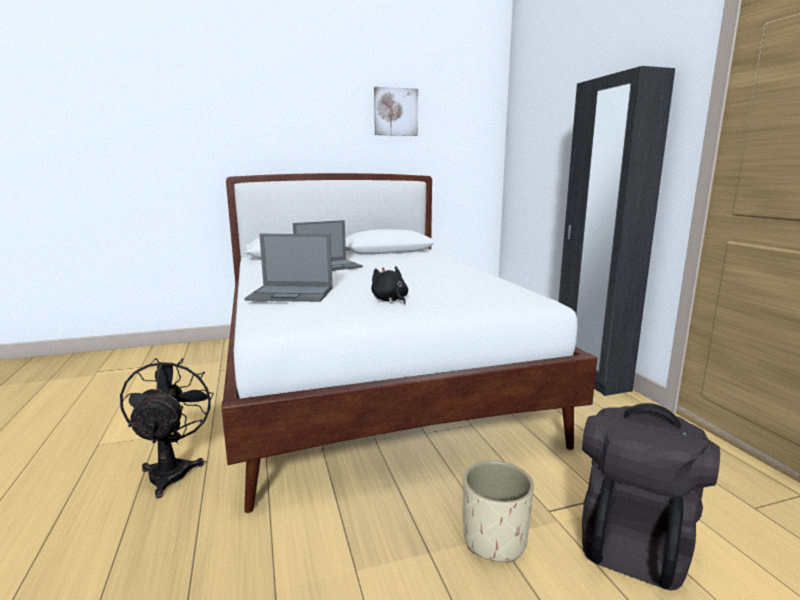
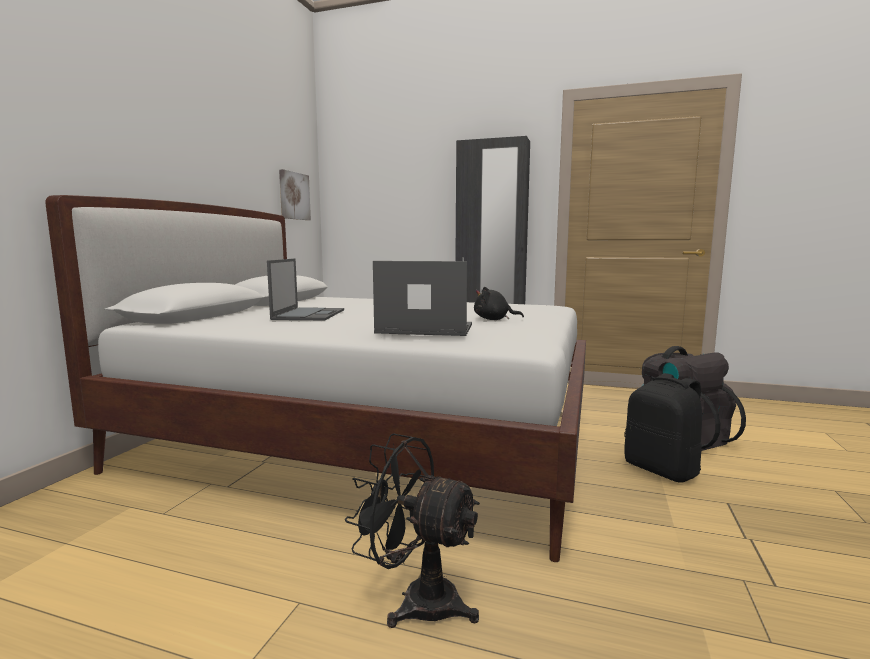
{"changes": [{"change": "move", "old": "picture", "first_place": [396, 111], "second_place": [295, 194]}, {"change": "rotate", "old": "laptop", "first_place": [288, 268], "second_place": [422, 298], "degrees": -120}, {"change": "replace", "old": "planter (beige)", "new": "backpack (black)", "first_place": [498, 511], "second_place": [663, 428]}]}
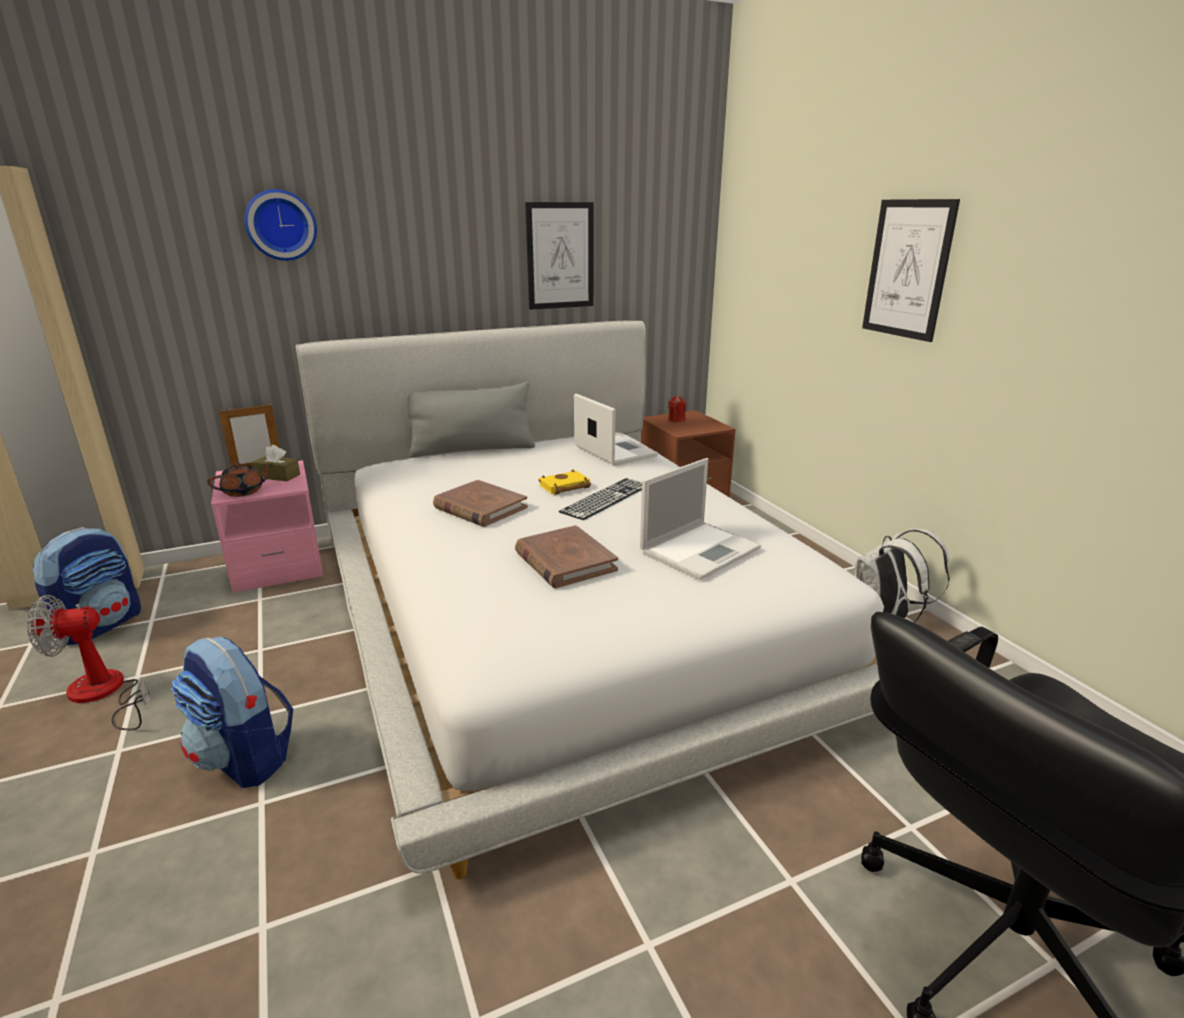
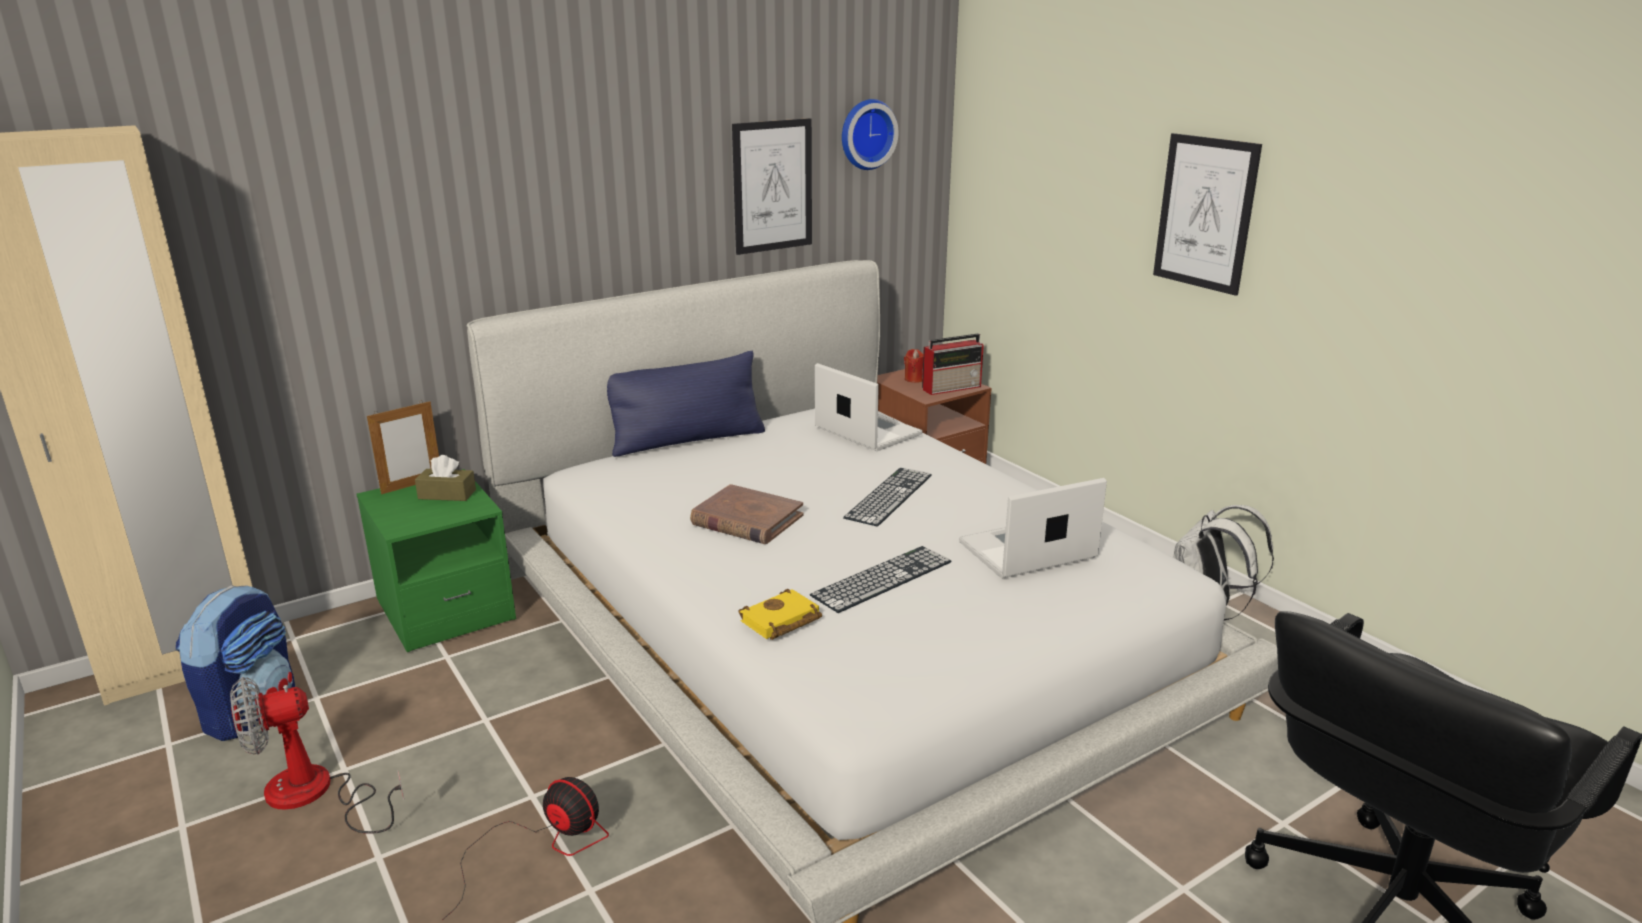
{"changes": [{"change": "move", "old": "wall clock", "first_place": [280, 225], "second_place": [870, 134]}, {"change": "recolor", "old": "pillow (grey)", "new": "pillow (blue)", "first_place": [471, 420], "second_place": [686, 404]}, {"change": "rotate", "old": "laptop", "first_place": [700, 519], "second_place": [1033, 528], "degrees": -150}, {"change": "recolor", "old": "nightstand (pink)", "new": "nightstand (green)", "first_place": [267, 526], "second_place": [436, 560]}, {"change": "delete", "old": "teapot (brown)", "first_place": [240, 480]}, {"change": "move", "old": "book (yellow)", "first_place": [565, 482], "second_place": [780, 614]}, {"change": "replace", "old": "book (brown)", "new": "keyboard", "first_place": [566, 556], "second_place": [880, 579]}, {"change": "replace", "old": "backpack", "new": "fan", "first_place": [232, 712], "second_place": [525, 848]}, {"change": "insert", "new": "radio", "second_place": [953, 364]}]}
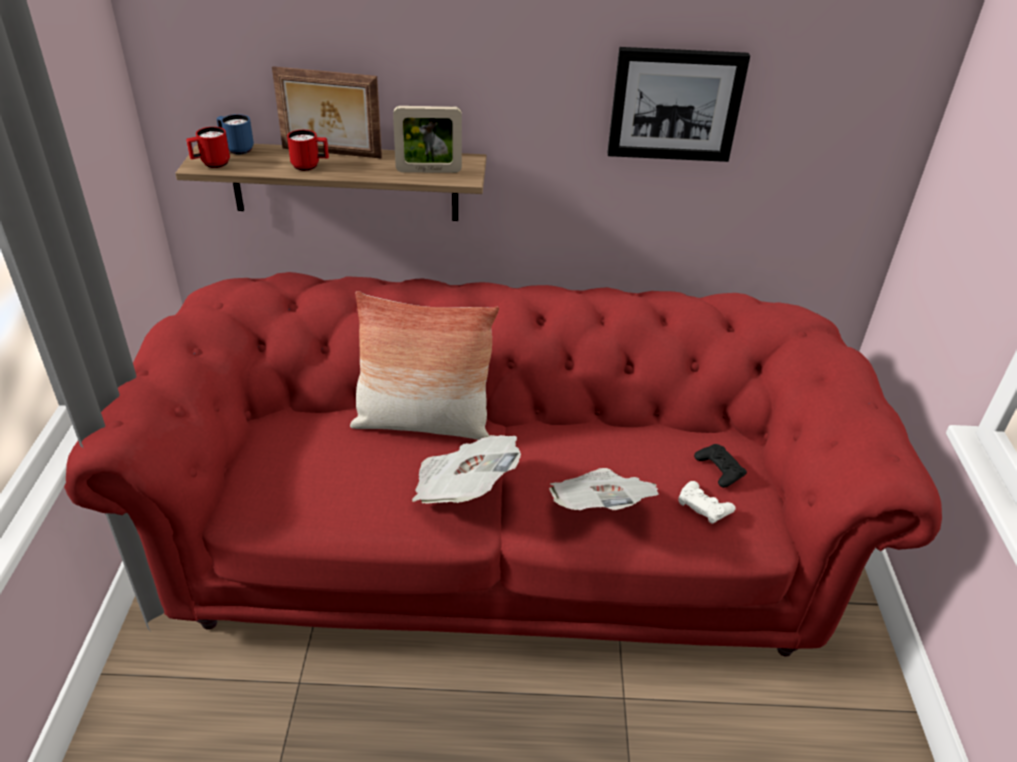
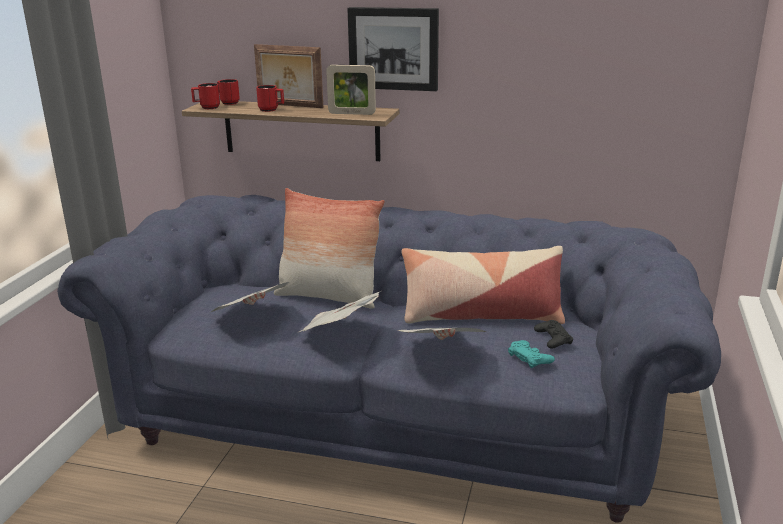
{"changes": [{"change": "move", "old": "picture", "first_place": [678, 104], "second_place": [393, 49]}, {"change": "recolor", "old": "mug (blue)", "new": "mug (red)", "first_place": [235, 134], "second_place": [228, 92]}, {"change": "recolor", "old": "sofa (red)", "new": "sofa (blue)", "first_place": [503, 464], "second_place": [389, 359]}, {"change": "recolor", "old": "game controller (white)", "new": "game controller (turquoise)", "first_place": [707, 502], "second_place": [531, 354]}, {"change": "insert", "new": "pillow", "second_place": [483, 285]}, {"change": "insert", "new": "newspaper", "second_place": [250, 297]}]}
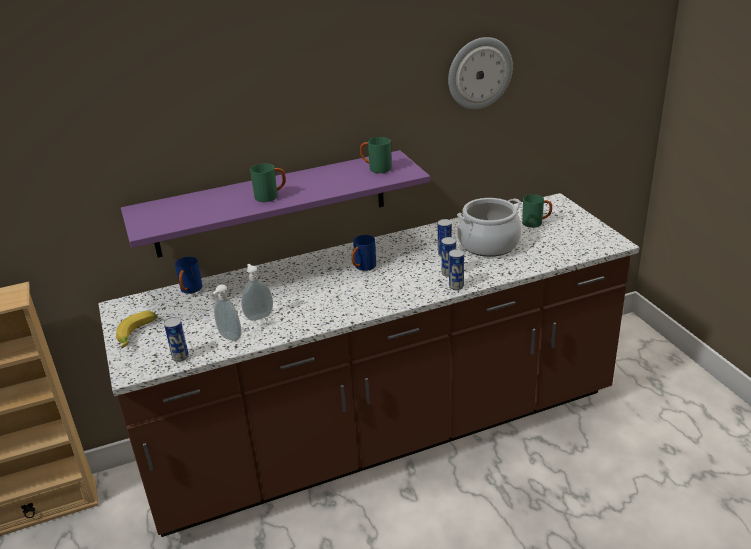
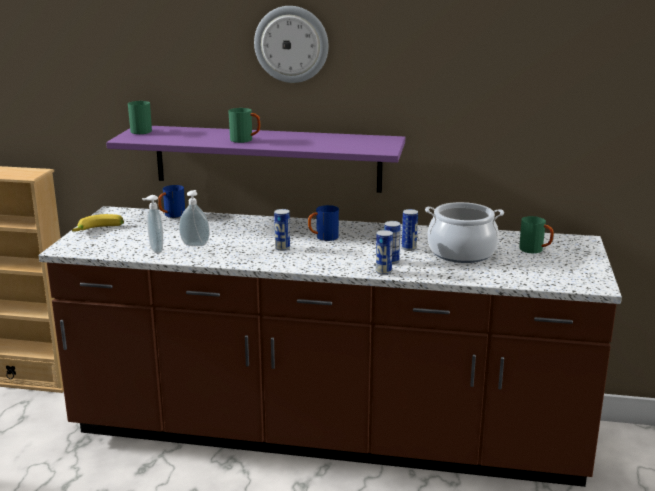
{"changes": [{"change": "move", "old": "wall clock", "first_place": [480, 73], "second_place": [291, 44]}, {"change": "move", "old": "mug (green)", "first_place": [376, 155], "second_place": [140, 117]}, {"change": "move", "old": "can", "first_place": [176, 339], "second_place": [282, 230]}]}
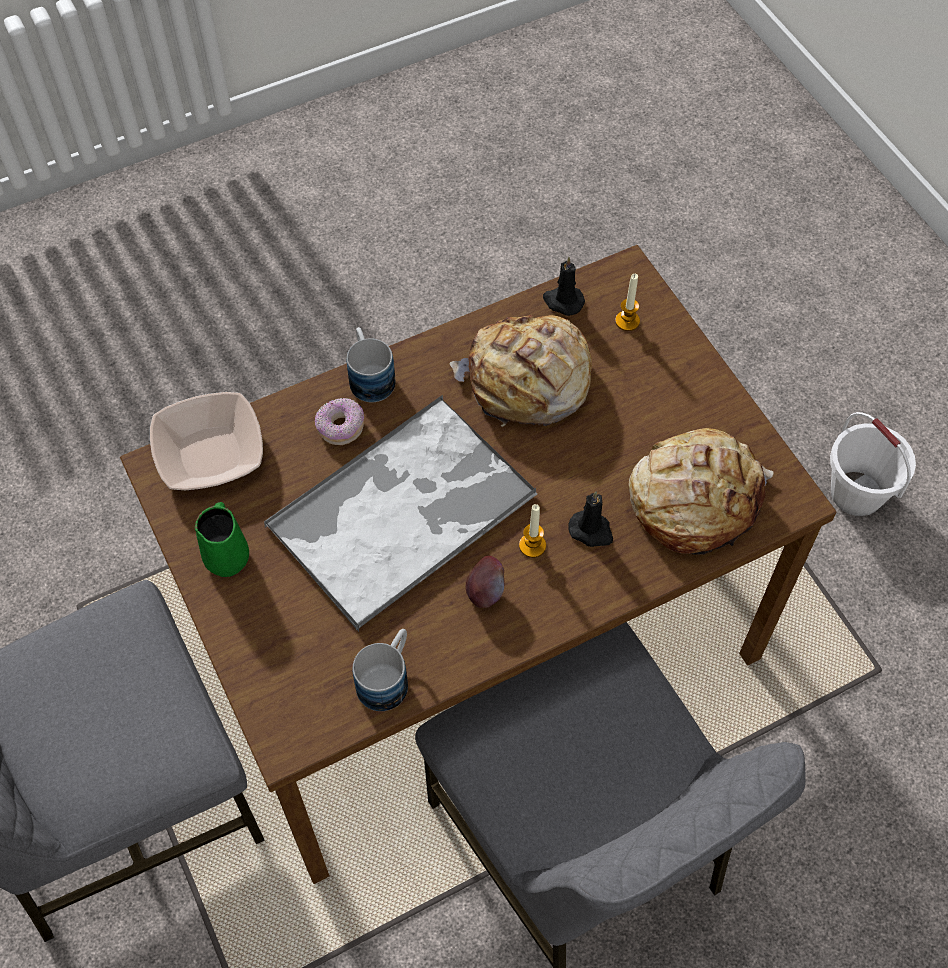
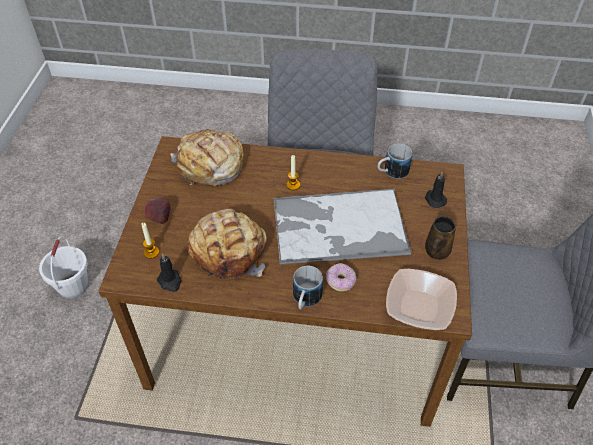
{"changes": [{"change": "move", "old": "candle (black)", "first_place": [590, 519], "second_place": [436, 189]}, {"change": "recolor", "old": "mug (green)", "new": "mug (brown)", "first_place": [222, 539], "second_place": [440, 237]}, {"change": "move", "old": "apple", "first_place": [485, 582], "second_place": [157, 211]}]}
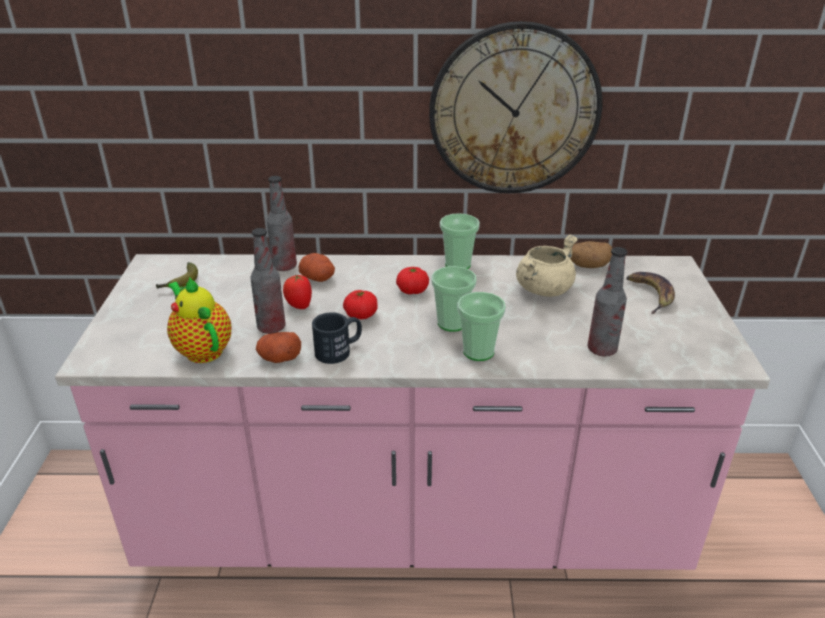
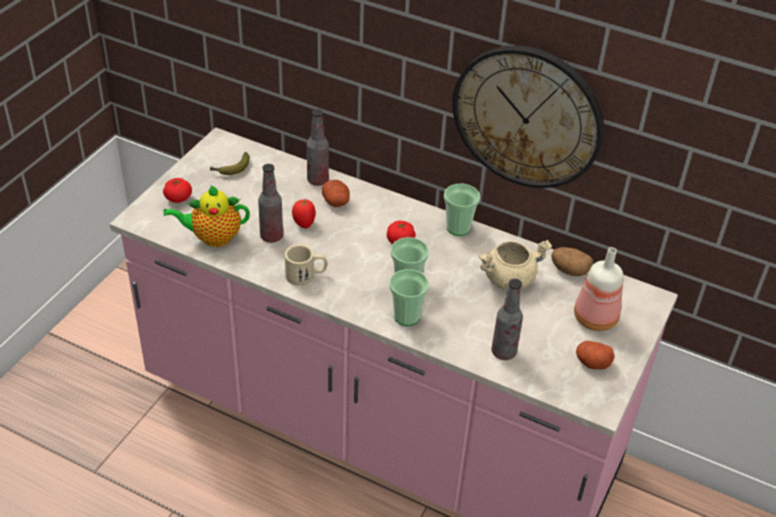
{"changes": [{"change": "replace", "old": "banana", "new": "bottle", "first_place": [650, 293], "second_place": [598, 289]}, {"change": "rotate", "old": "teapot", "first_place": [199, 319], "second_place": [206, 216], "degrees": -90}, {"change": "move", "old": "tomato", "first_place": [360, 304], "second_place": [177, 190]}, {"change": "recolor", "old": "mug (black)", "new": "mug (beige)", "first_place": [337, 338], "second_place": [306, 265]}, {"change": "move", "old": "potato", "first_place": [278, 347], "second_place": [595, 355]}]}
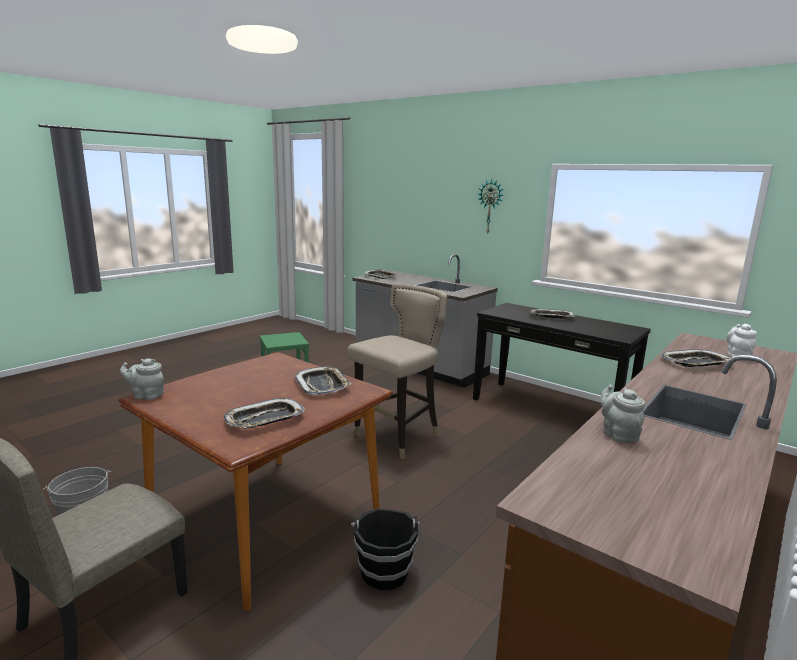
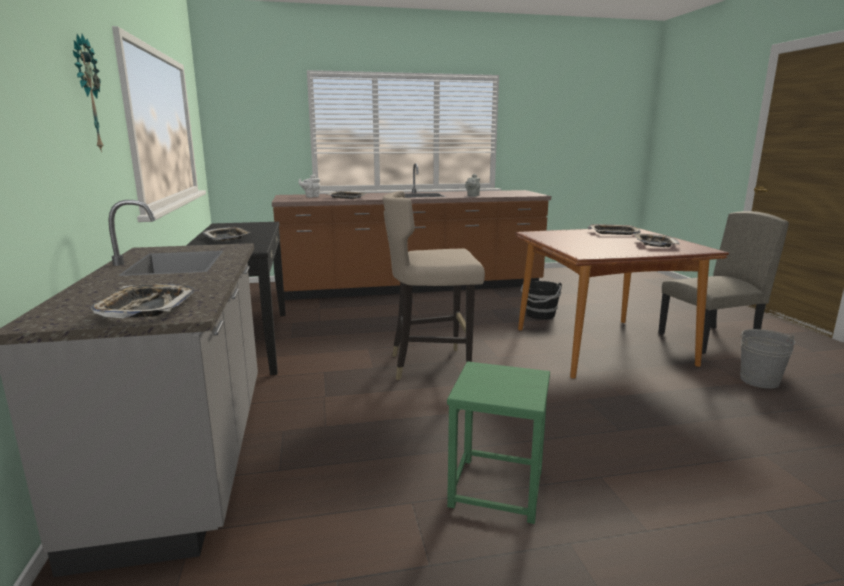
{"changes": [{"change": "delete", "old": "teapot (grey)", "first_place": [142, 379]}, {"change": "move", "old": "tray", "first_place": [323, 380], "second_place": [657, 240]}]}
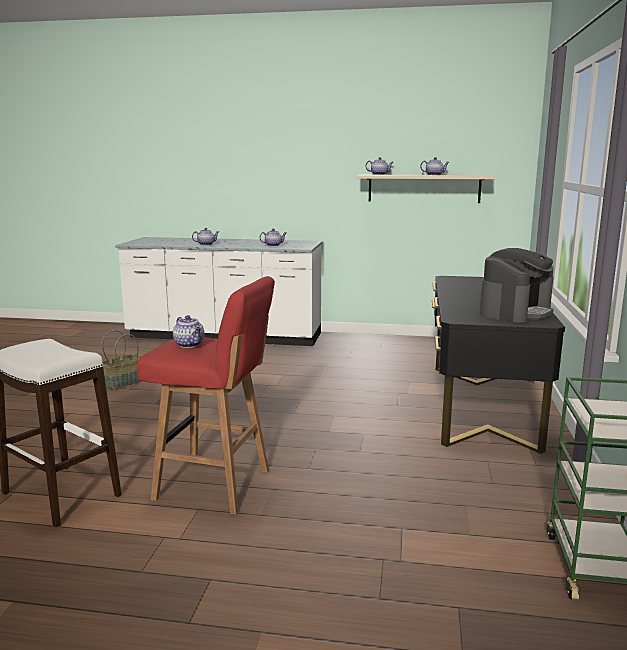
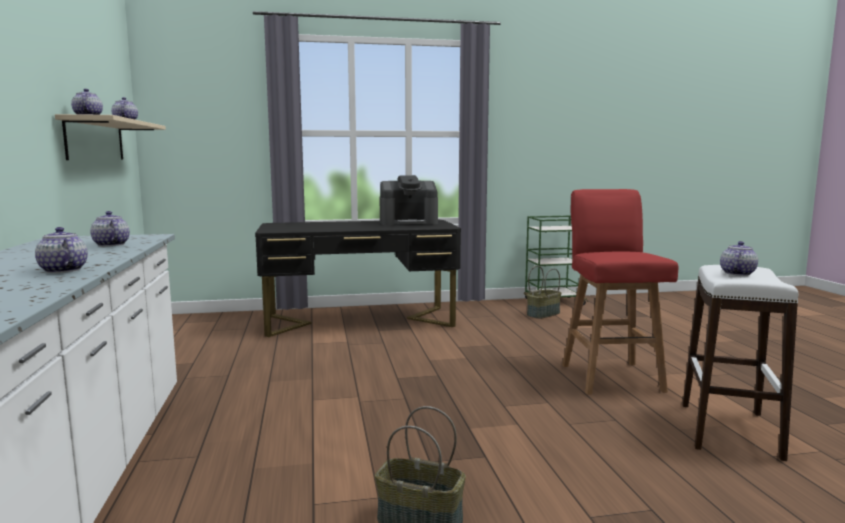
{"changes": [{"change": "rotate", "old": "coffee machine", "first_place": [516, 285], "second_place": [409, 200], "degrees": 150}, {"change": "move", "old": "teapot", "first_place": [189, 331], "second_place": [739, 258]}, {"change": "insert", "new": "basket", "second_place": [544, 292]}]}
